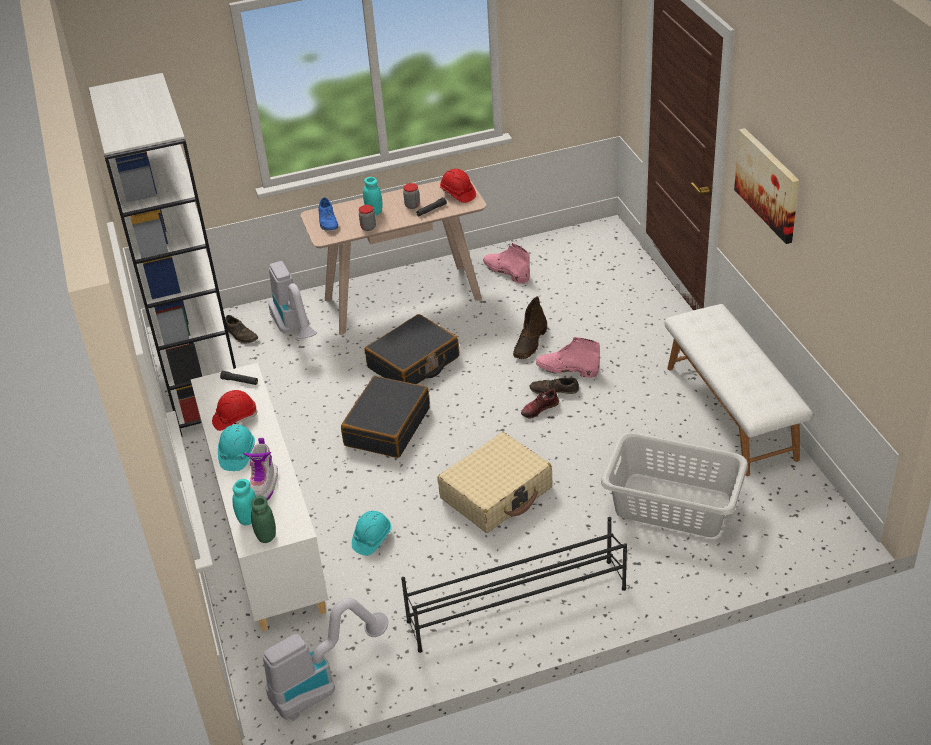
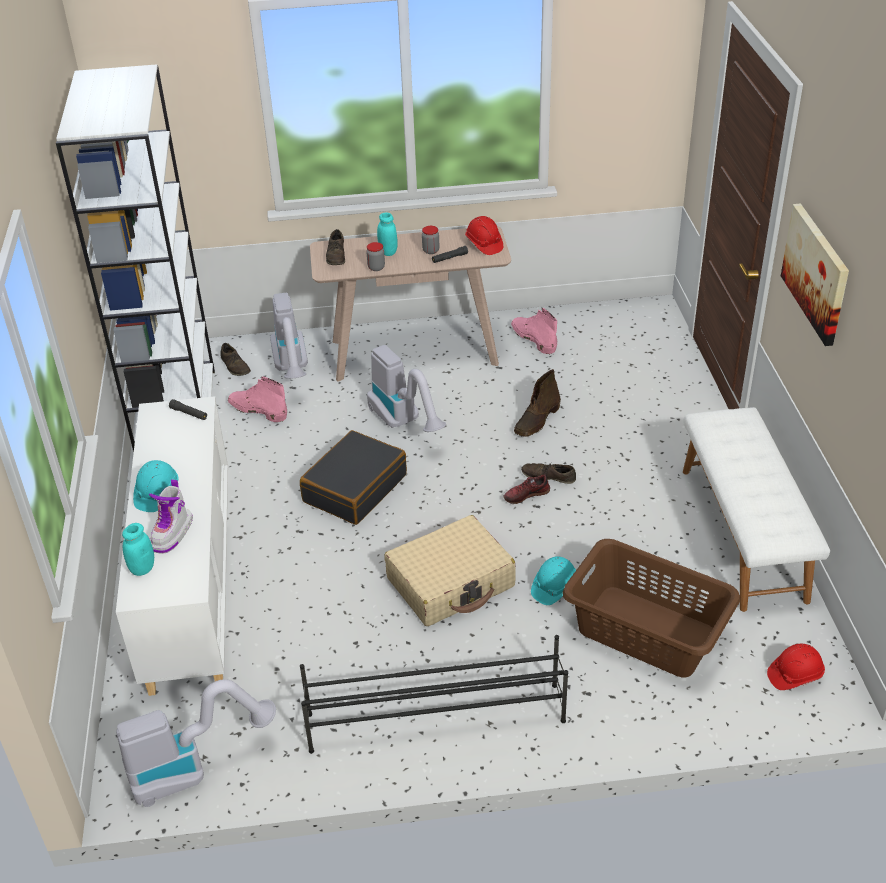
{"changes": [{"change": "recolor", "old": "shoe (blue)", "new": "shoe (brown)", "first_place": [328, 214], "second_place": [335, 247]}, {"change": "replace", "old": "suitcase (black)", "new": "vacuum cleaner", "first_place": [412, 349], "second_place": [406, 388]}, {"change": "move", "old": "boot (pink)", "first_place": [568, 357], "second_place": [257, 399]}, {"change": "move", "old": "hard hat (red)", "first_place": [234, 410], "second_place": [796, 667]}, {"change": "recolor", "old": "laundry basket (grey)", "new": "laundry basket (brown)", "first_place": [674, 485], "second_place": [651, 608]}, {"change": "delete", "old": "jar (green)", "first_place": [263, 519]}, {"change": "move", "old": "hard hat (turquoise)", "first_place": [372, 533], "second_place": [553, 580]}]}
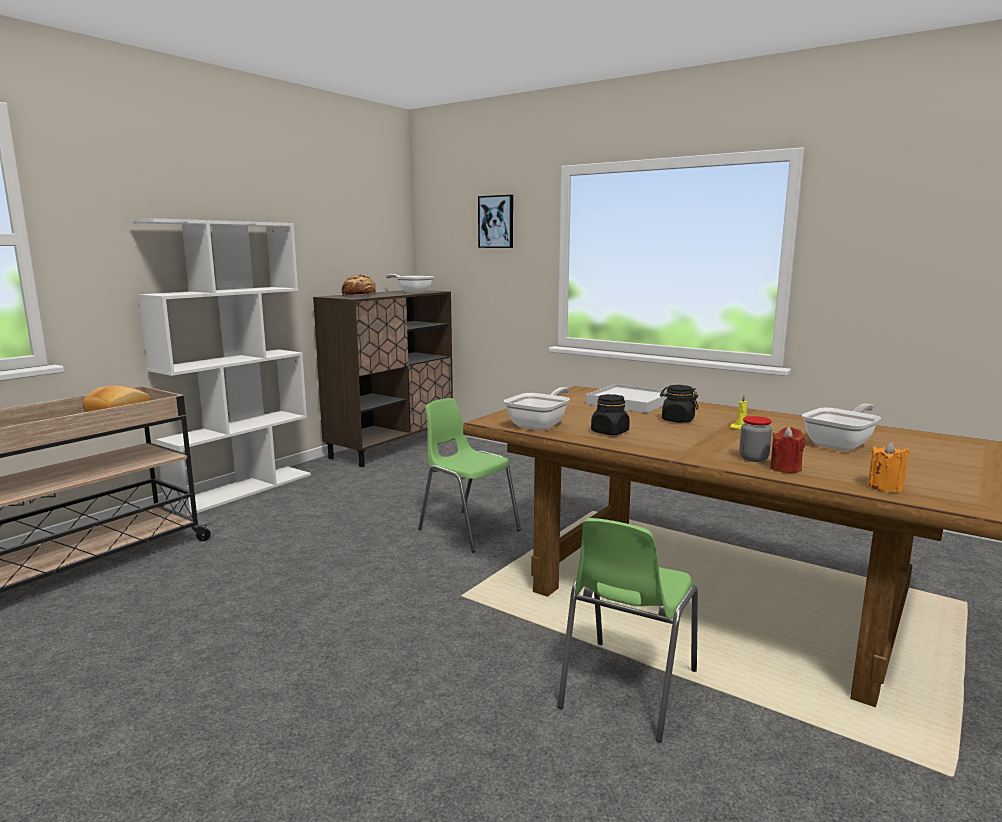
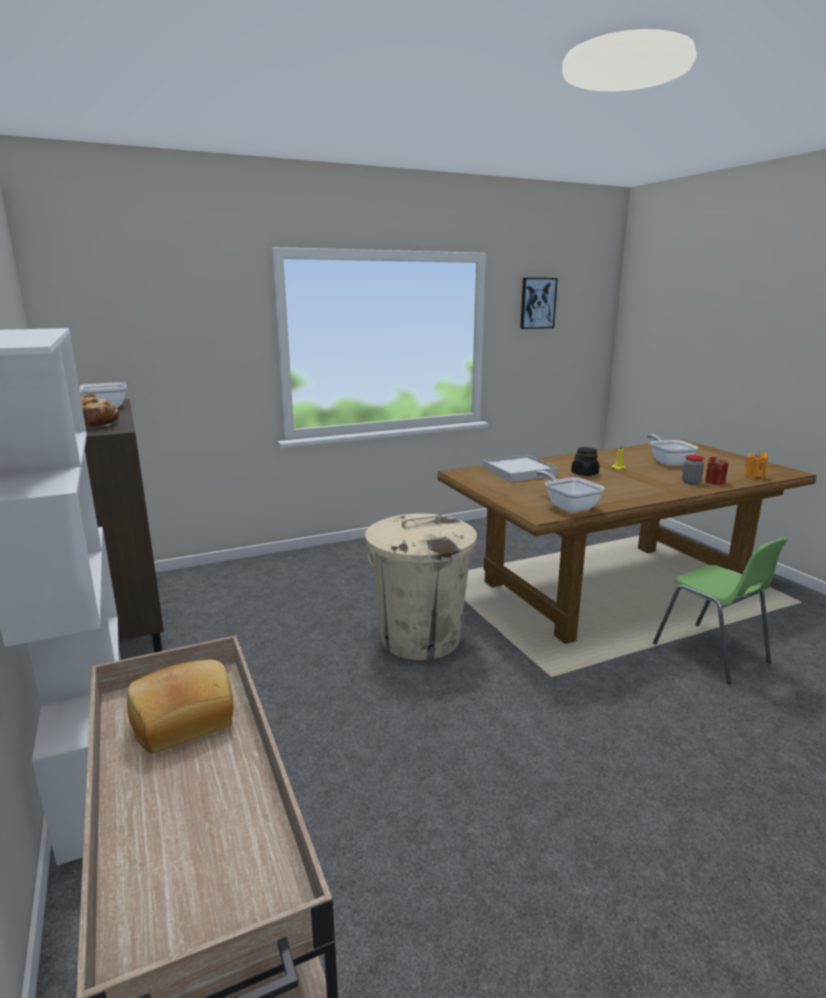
{"changes": [{"change": "move", "old": "picture", "first_place": [495, 221], "second_place": [539, 303]}, {"change": "delete", "old": "jar (black)", "first_place": [610, 414]}, {"change": "replace", "old": "chair (green)", "new": "trash can (beige)", "first_place": [469, 475], "second_place": [421, 586]}]}
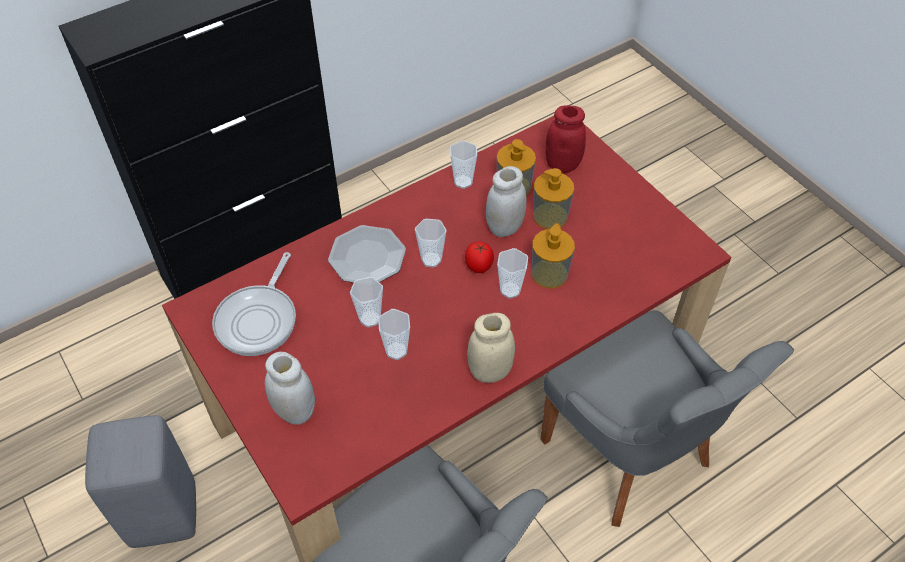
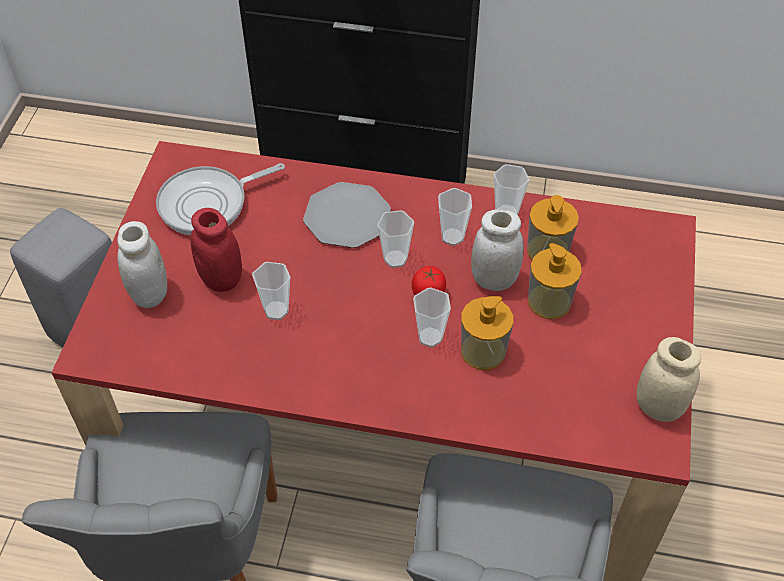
{"changes": [{"change": "move", "old": "jar (red)", "first_place": [565, 139], "second_place": [216, 250]}, {"change": "move", "old": "cup", "first_place": [366, 302], "second_place": [455, 217]}, {"change": "move", "old": "jar (beige)", "first_place": [491, 348], "second_place": [669, 379]}]}
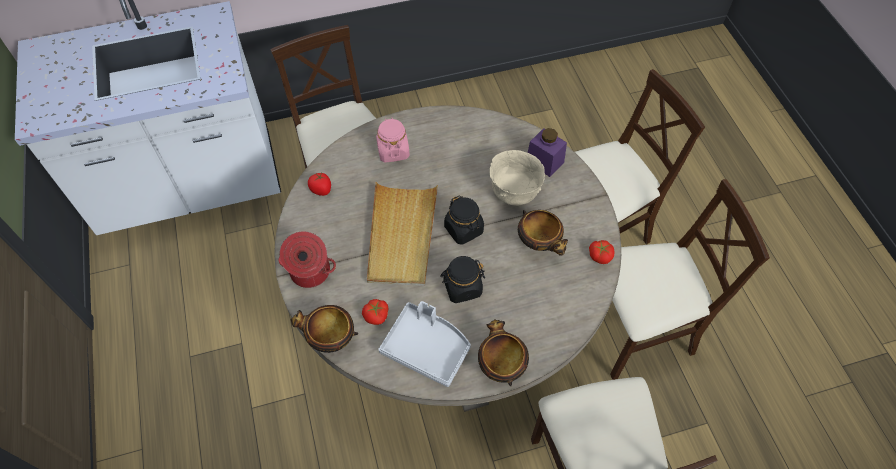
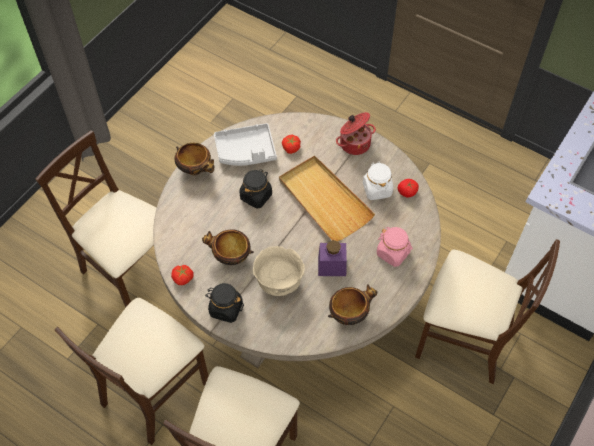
{"changes": [{"change": "move", "old": "jar (purple)", "first_place": [547, 152], "second_place": [332, 258]}, {"change": "move", "old": "jar (black)", "first_place": [464, 220], "second_place": [224, 303]}, {"change": "move", "old": "bowl", "first_place": [324, 329], "second_place": [352, 304]}, {"change": "insert", "new": "jar (white)", "second_place": [378, 181]}]}
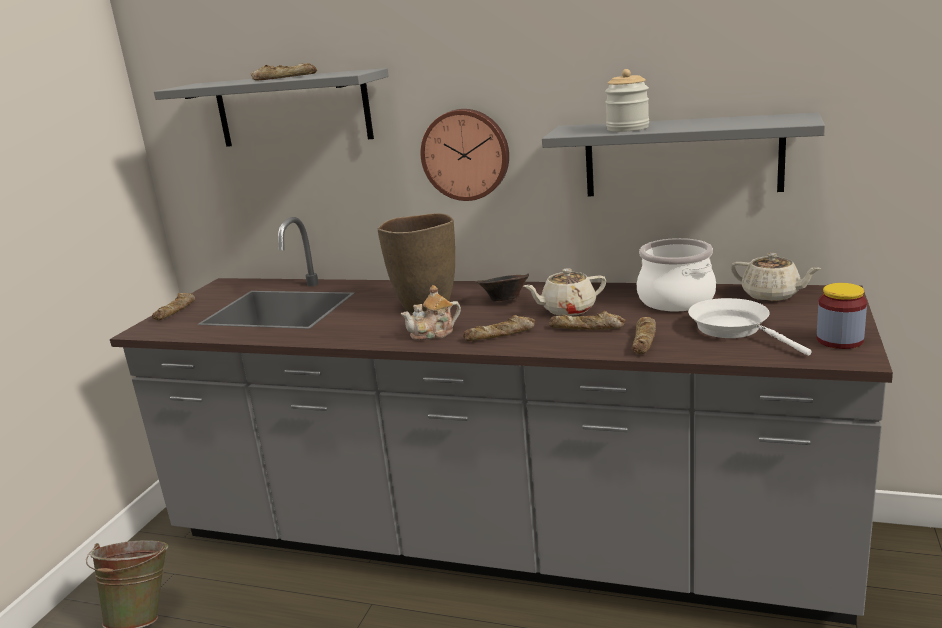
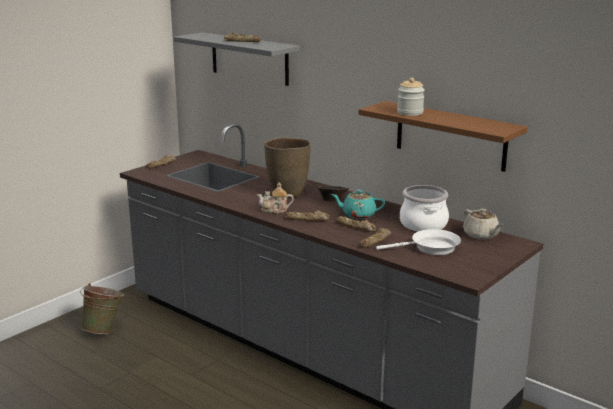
{"changes": [{"change": "delete", "old": "wall clock", "first_place": [464, 155]}, {"change": "recolor", "old": "shelf (grey)", "new": "shelf (brown)", "first_place": [683, 154], "second_place": [443, 136]}, {"change": "recolor", "old": "teapot (beige)", "new": "teapot (turquoise)", "first_place": [564, 292], "second_place": [358, 204]}, {"change": "delete", "old": "jar", "first_place": [842, 316]}, {"change": "rotate", "old": "frying pan (white)", "first_place": [750, 327], "second_place": [418, 242], "degrees": 90}]}
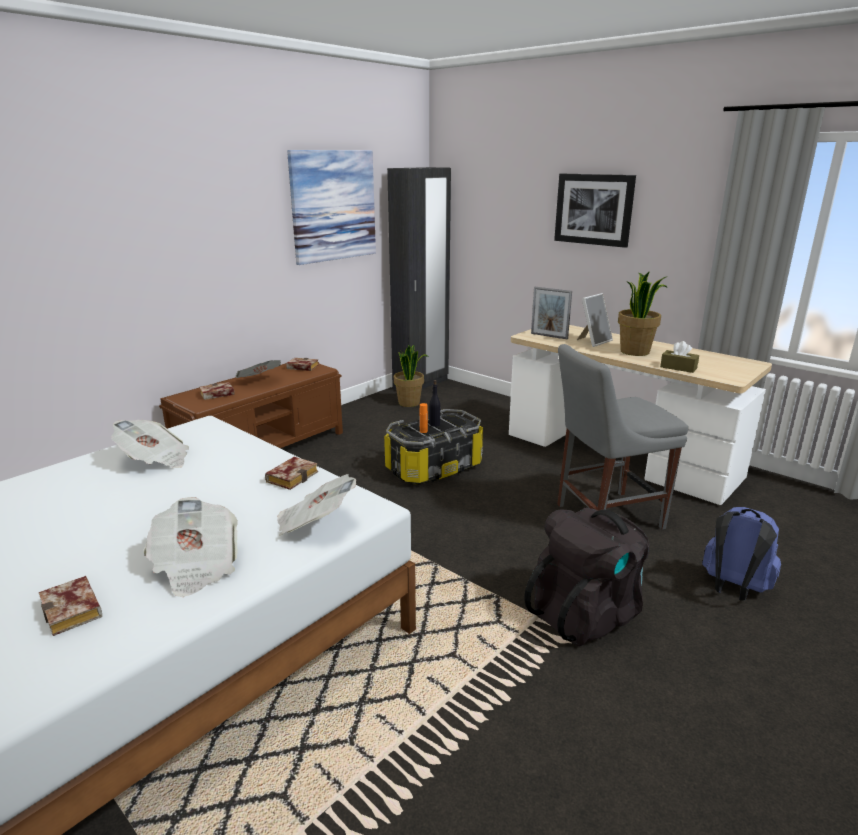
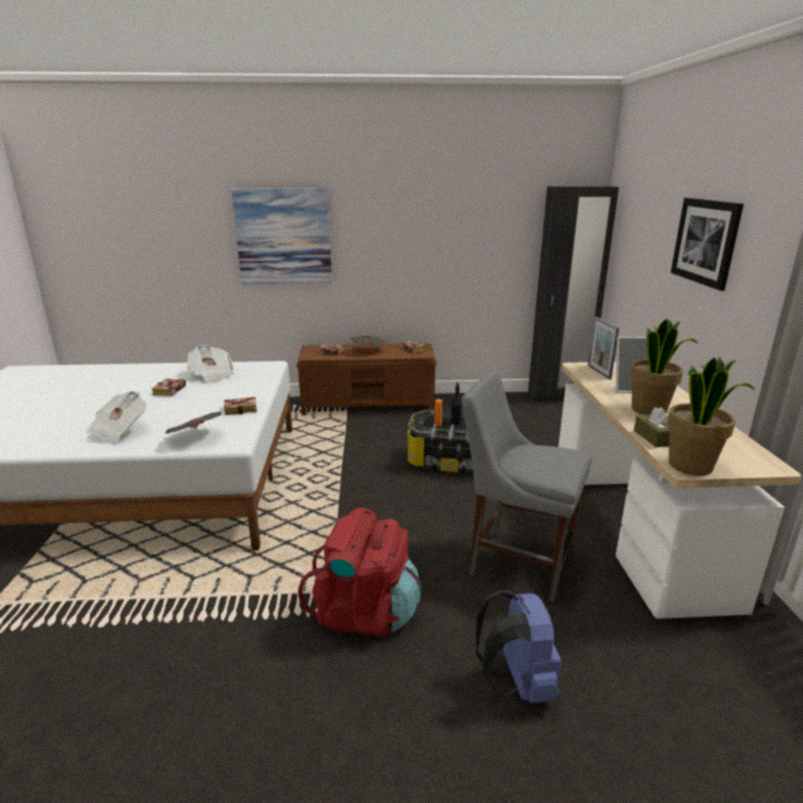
{"changes": [{"change": "move", "old": "picture", "first_place": [331, 207], "second_place": [281, 236]}, {"change": "move", "old": "potted plant", "first_place": [411, 376], "second_place": [711, 416]}, {"change": "recolor", "old": "backpack (black)", "new": "backpack (red)", "first_place": [587, 577], "second_place": [359, 572]}, {"change": "move", "old": "book", "first_place": [70, 606], "second_place": [169, 387]}]}
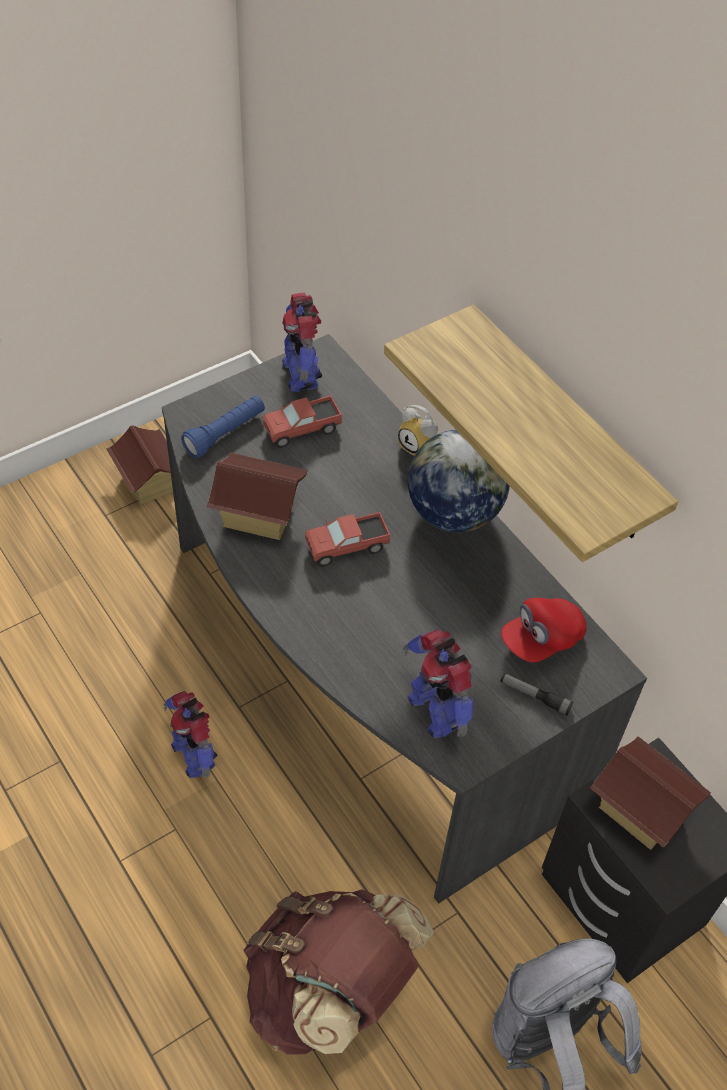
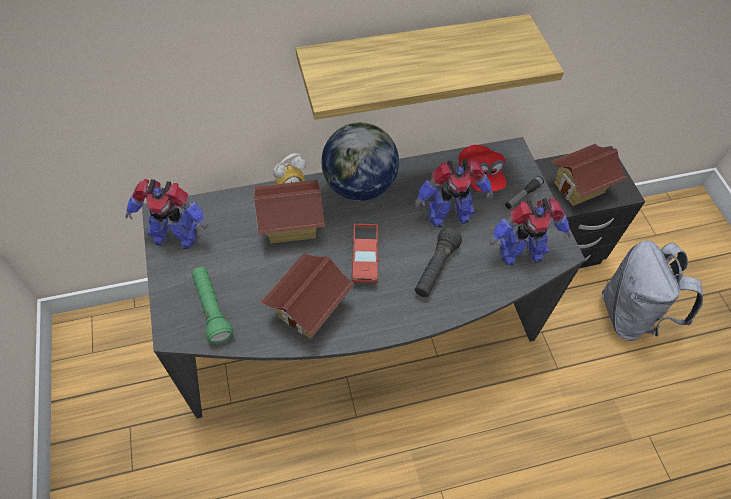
{"changes": [{"change": "recolor", "old": "flashlight (blue)", "new": "flashlight (green)", "first_place": [223, 426], "second_place": [212, 305]}, {"change": "delete", "old": "toy truck", "first_place": [302, 421]}, {"change": "move", "old": "toy house", "first_place": [139, 464], "second_place": [289, 212]}, {"change": "move", "old": "toy robot", "first_place": [191, 734], "second_place": [454, 192]}, {"change": "delete", "old": "backpack (brown)", "first_place": [338, 972]}, {"change": "insert", "new": "flashlight (black)", "second_place": [438, 262]}]}
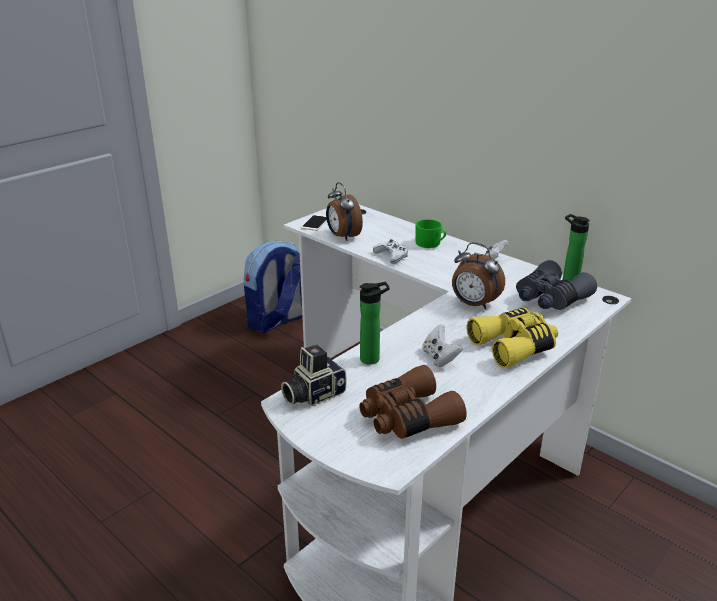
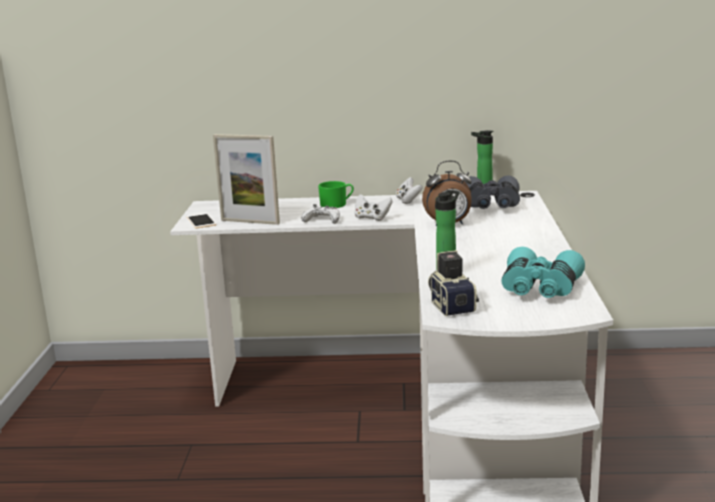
{"changes": [{"change": "replace", "old": "alarm clock", "new": "picture frame", "first_place": [344, 211], "second_place": [246, 179]}, {"change": "delete", "old": "backpack", "first_place": [273, 287]}, {"change": "delete", "old": "binoculars (yellow)", "first_place": [512, 338]}, {"change": "move", "old": "game controller (white)", "first_place": [442, 345], "second_place": [374, 207]}, {"change": "rotate", "old": "photo camera", "first_place": [314, 376], "second_place": [453, 283], "degrees": 150}, {"change": "recolor", "old": "binoculars (brown)", "new": "binoculars (turquoise)", "first_place": [413, 402], "second_place": [543, 272]}]}
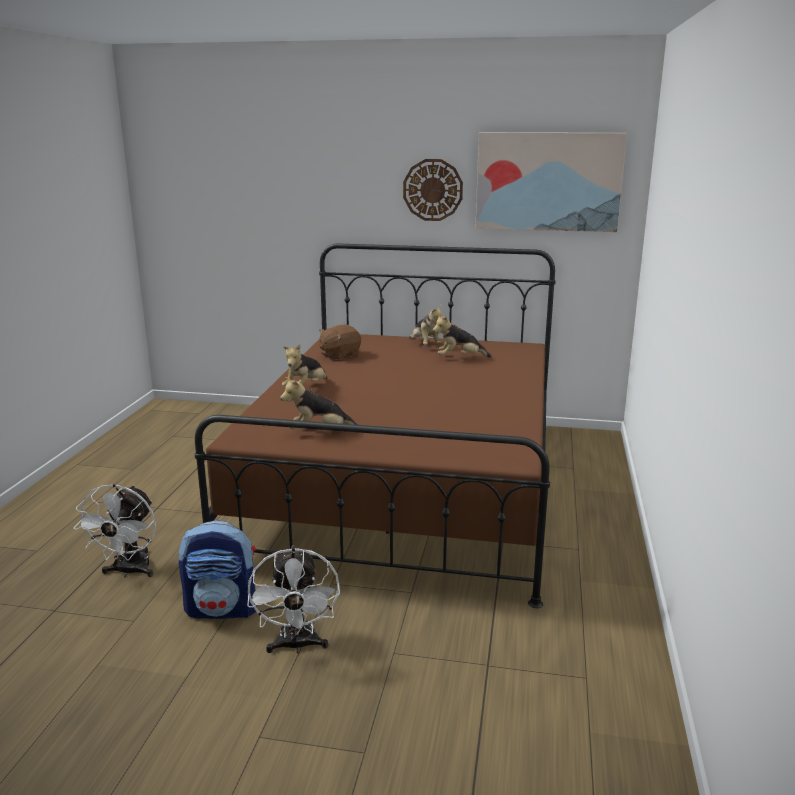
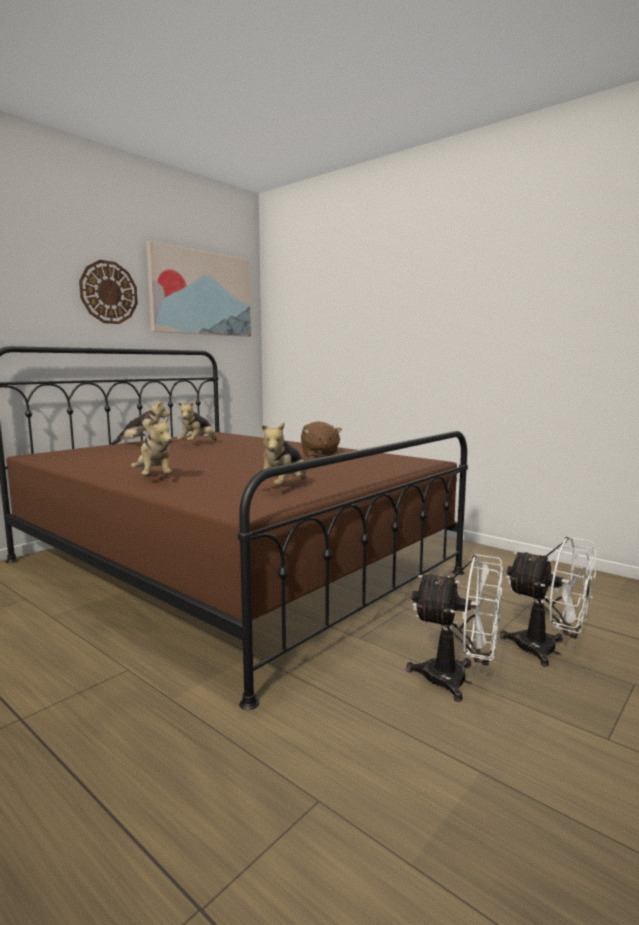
{"changes": [{"change": "move", "old": "plush toy (brown)", "first_place": [340, 342], "second_place": [321, 440]}, {"change": "move", "old": "fan (white)", "first_place": [115, 530], "second_place": [548, 602]}, {"change": "delete", "old": "backpack", "first_place": [218, 569]}]}
